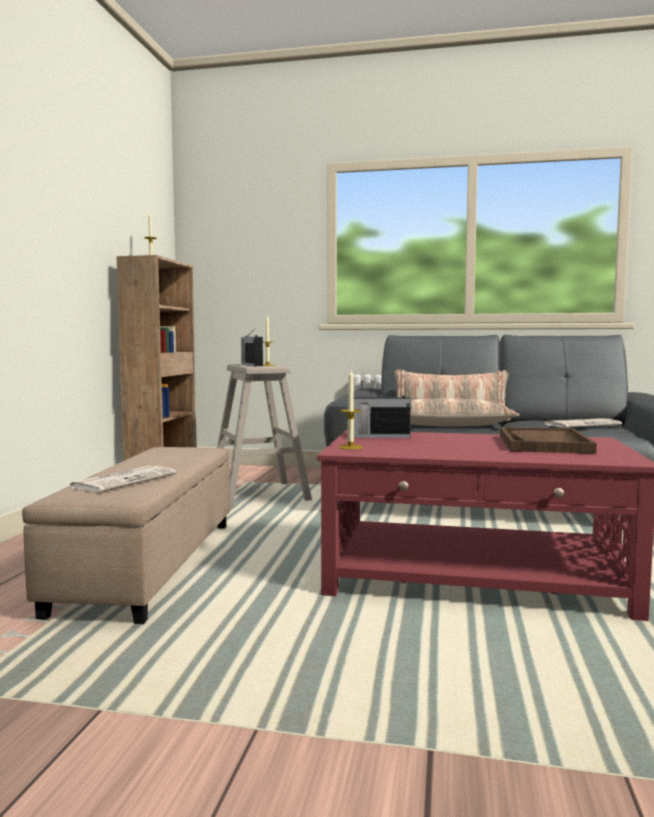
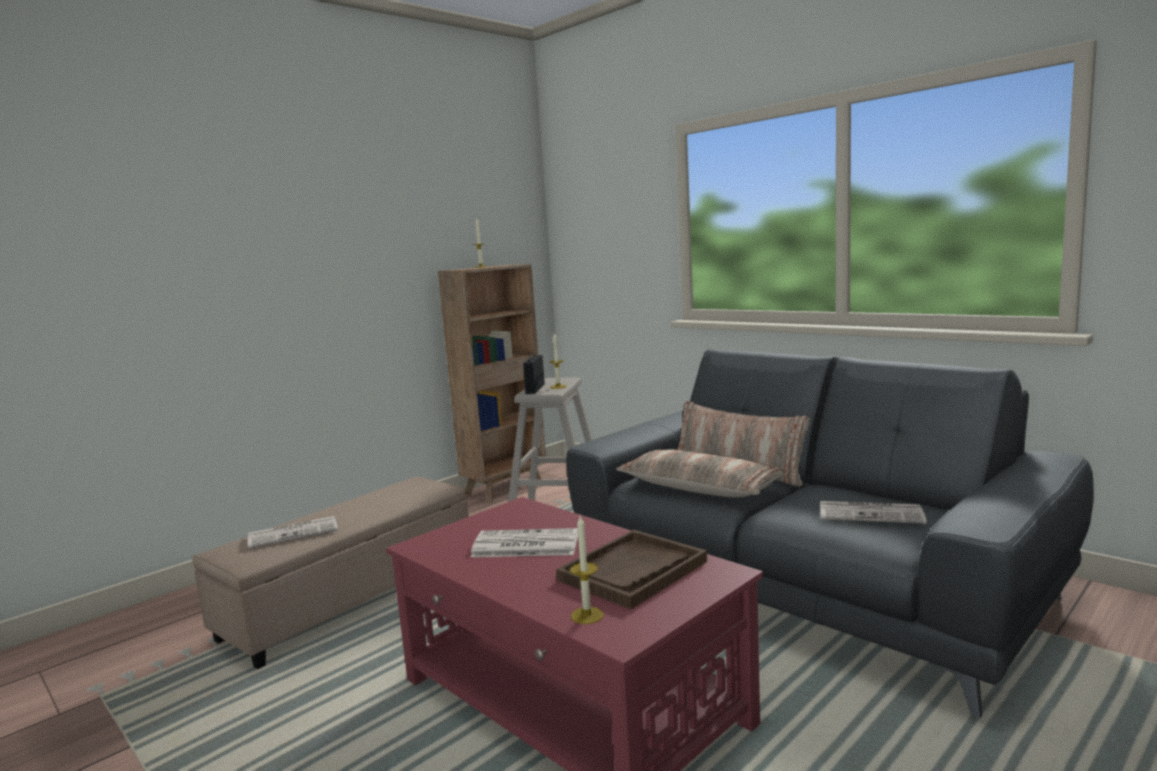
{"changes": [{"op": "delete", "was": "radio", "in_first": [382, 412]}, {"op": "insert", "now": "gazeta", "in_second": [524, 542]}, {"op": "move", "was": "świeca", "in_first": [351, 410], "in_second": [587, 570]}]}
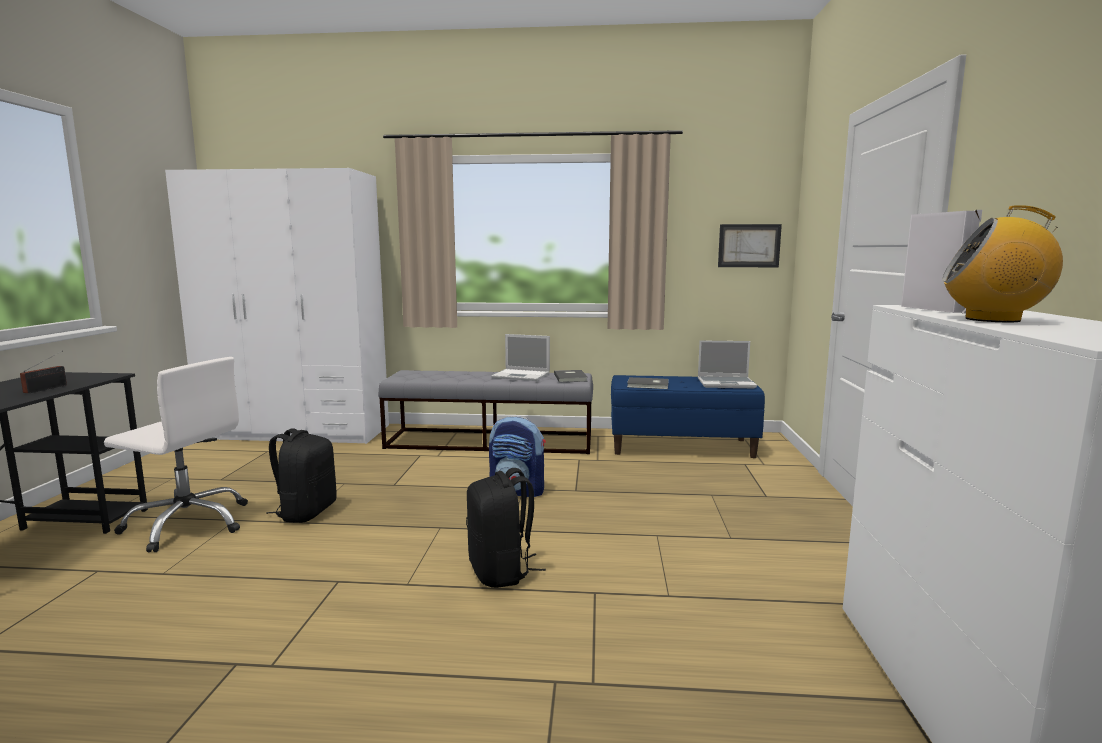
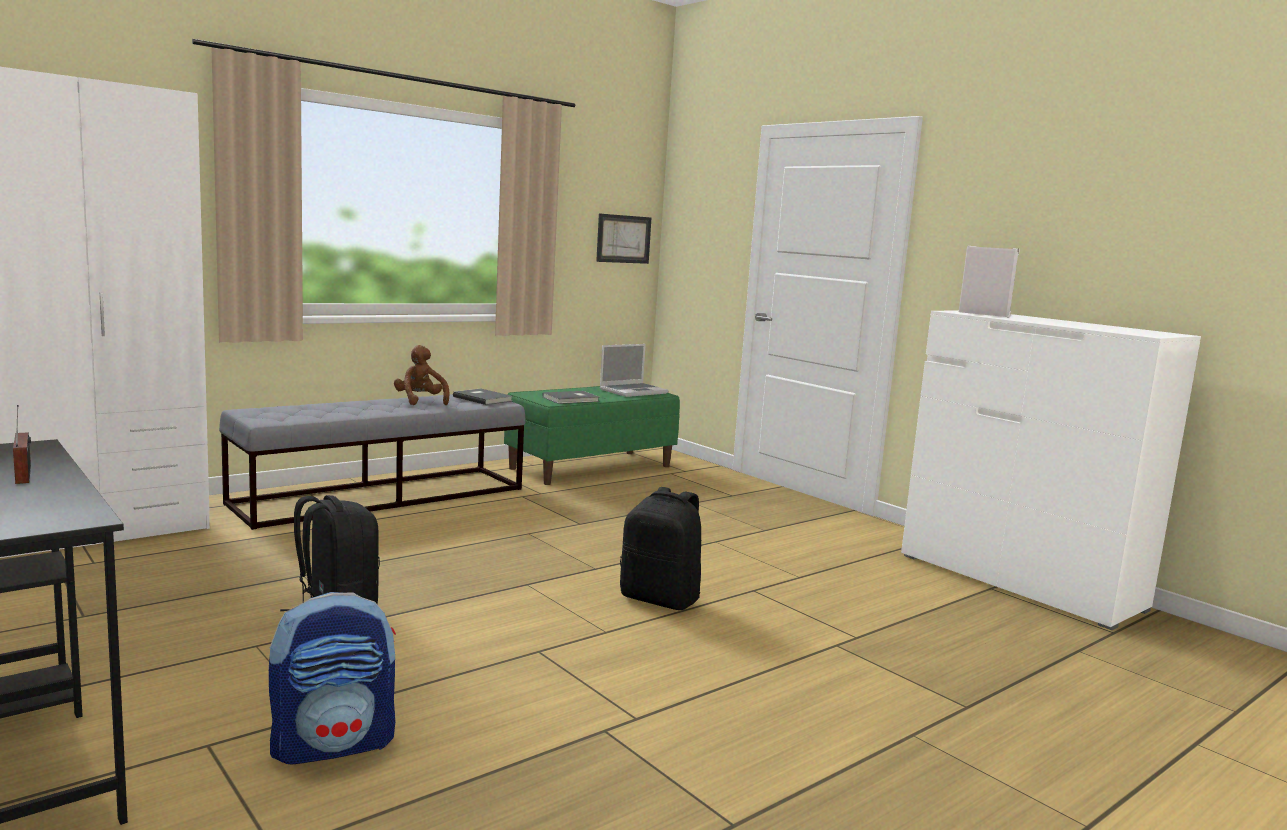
{"changes": [{"op": "delete", "was": "krzesło biurowe (biały)", "in_first": [176, 454]}, {"op": "delete", "was": "radio", "in_first": [1002, 263]}, {"op": "move", "was": "plecak", "in_first": [517, 456], "in_second": [332, 678]}, {"op": "replace", "was": "laptop", "now": "pluszak (brązowy)", "in_first": [520, 357], "in_second": [421, 375]}, {"op": "recolor", "was": "ławka (niebieski)", "now": "ławka (zielony)", "in_first": [688, 416], "in_second": [592, 435]}]}
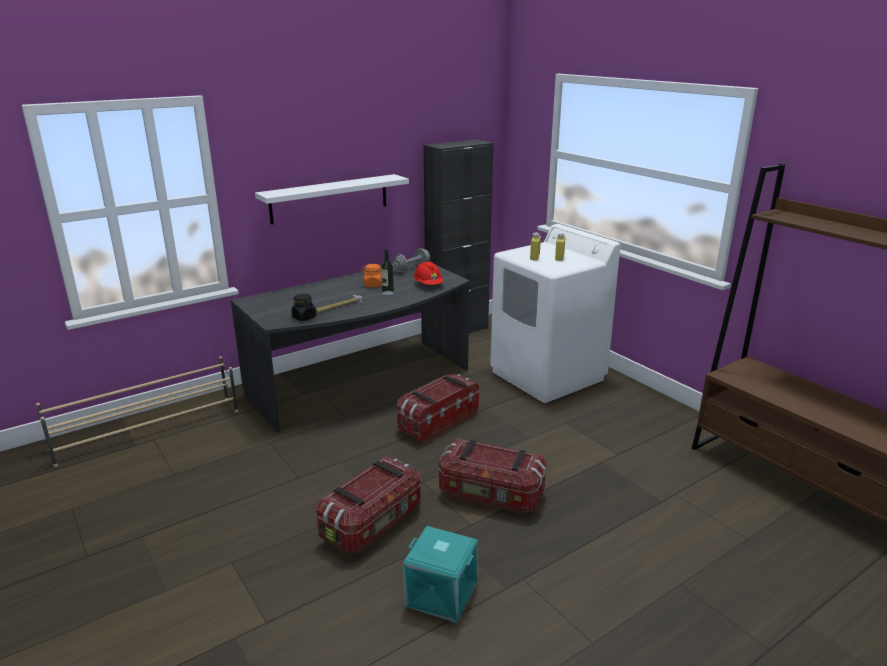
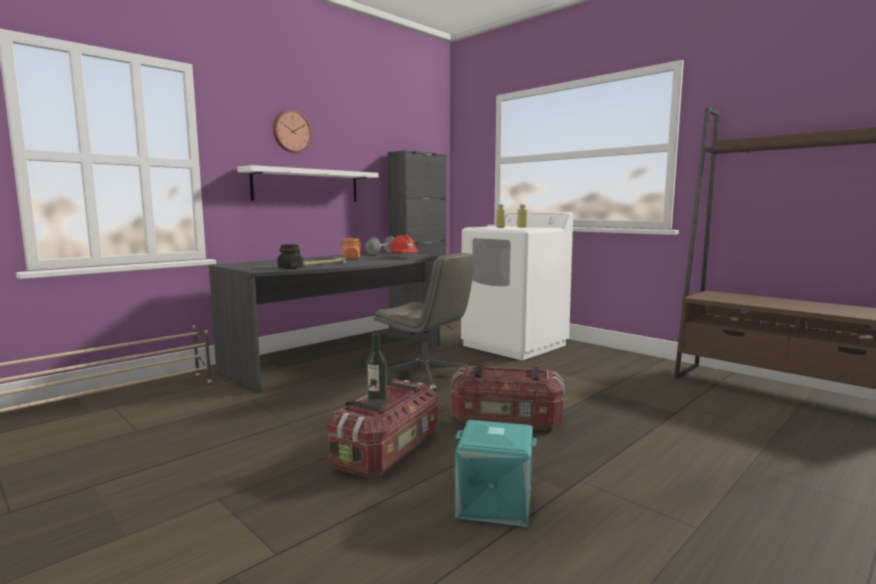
{"changes": [{"op": "insert", "now": "zegar ścienny", "in_second": [292, 131]}, {"op": "move", "was": "butelka", "in_first": [387, 272], "in_second": [377, 369]}, {"op": "replace", "was": "pojemnik do przechowywania", "now": "krzesło biurowe (szary)", "in_first": [438, 409], "in_second": [424, 322]}]}
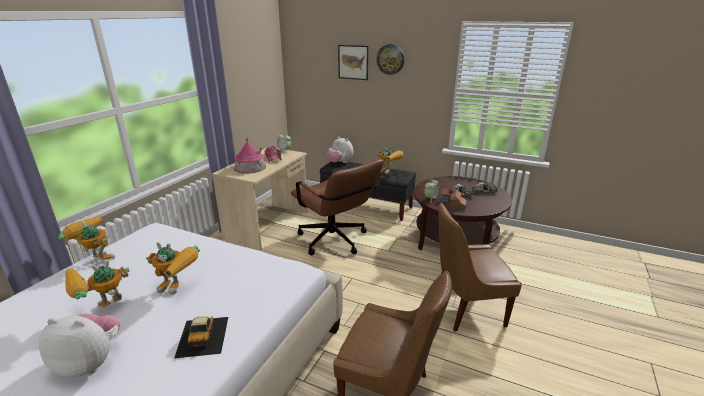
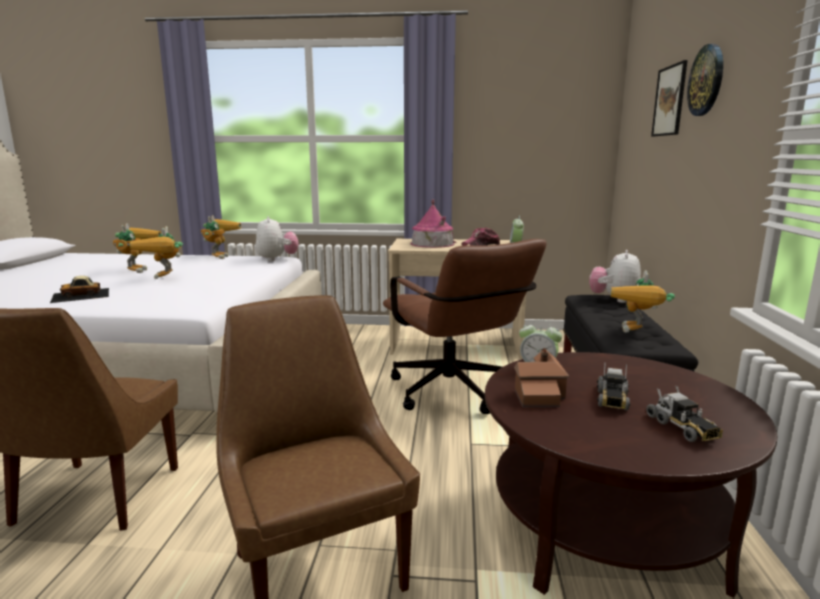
{"changes": [{"op": "move", "was": "pluszak", "in_first": [79, 345], "in_second": [277, 238]}, {"op": "rotate", "was": "robot zabawkowy", "in_first": [97, 283], "in_second": [137, 248], "clockwise": 60}, {"op": "rotate", "was": "krzesło biurowe (brązowy)", "in_first": [337, 207], "in_second": [465, 326], "clockwise": -60}]}
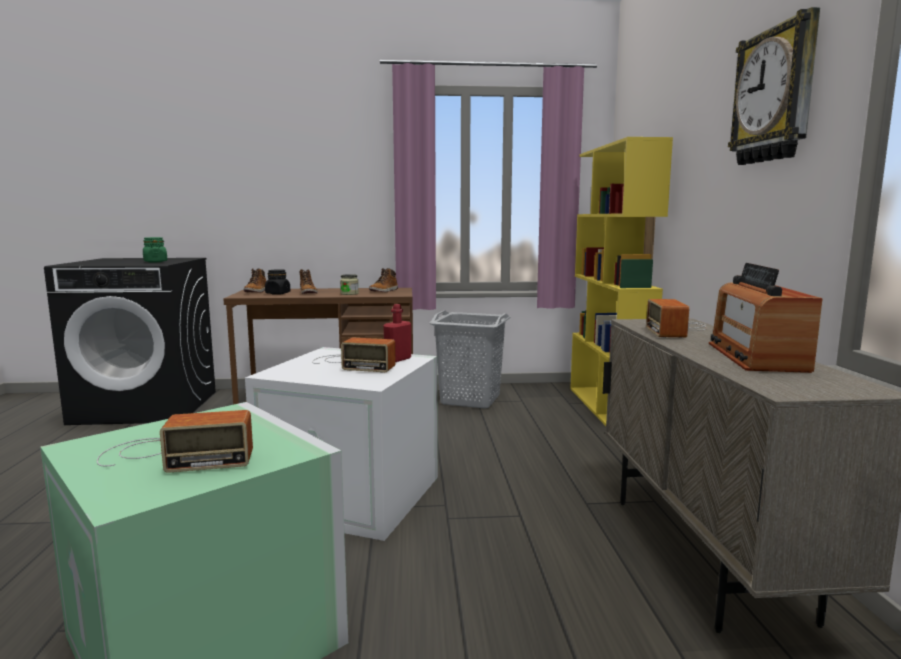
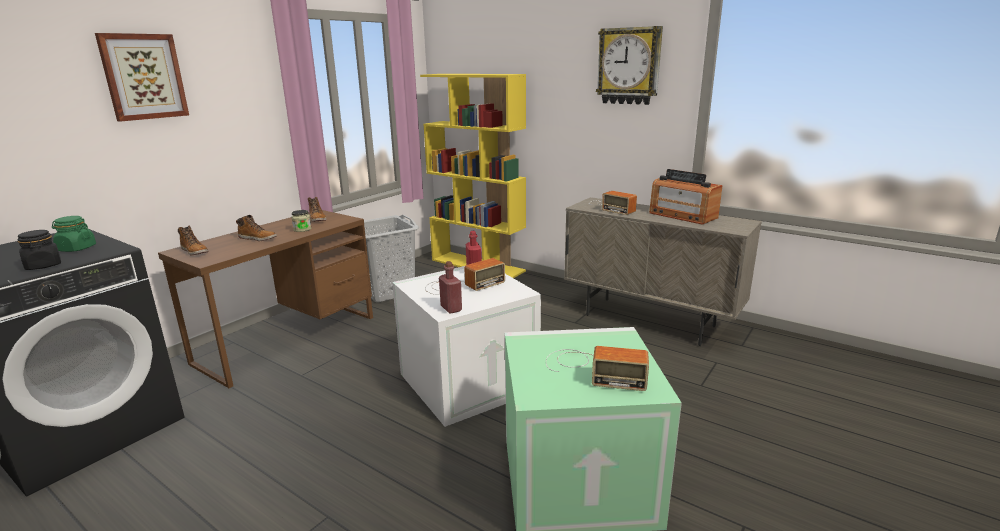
{"changes": [{"op": "insert", "now": "obraz", "in_second": [142, 77]}, {"op": "insert", "now": "butelka (czerwony)", "in_second": [450, 287]}, {"op": "move", "was": "słoik (czarny)", "in_first": [277, 282], "in_second": [39, 250]}, {"op": "rotate", "was": "radio", "in_first": [175, 441], "in_second": [597, 368], "clockwise": 75}]}
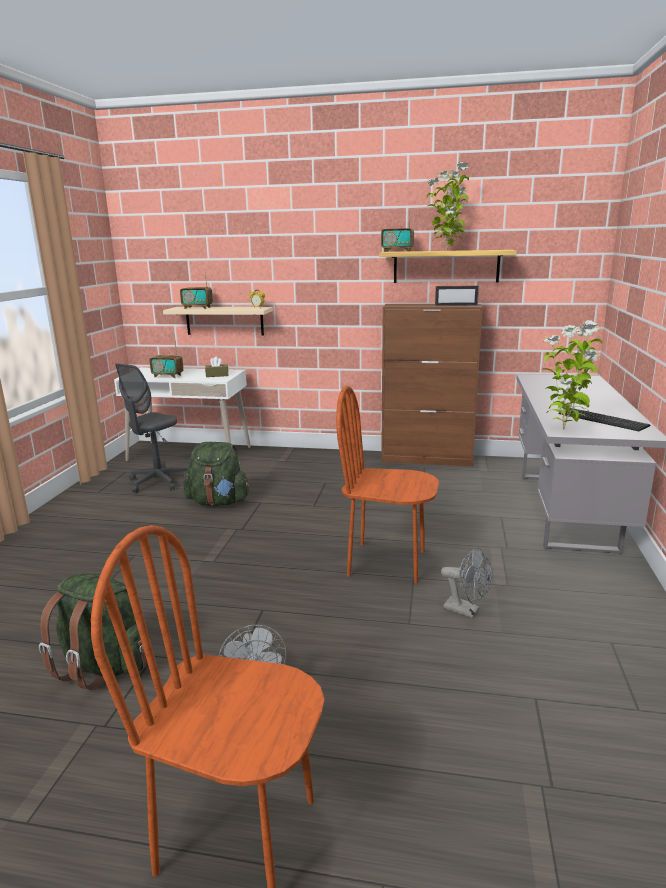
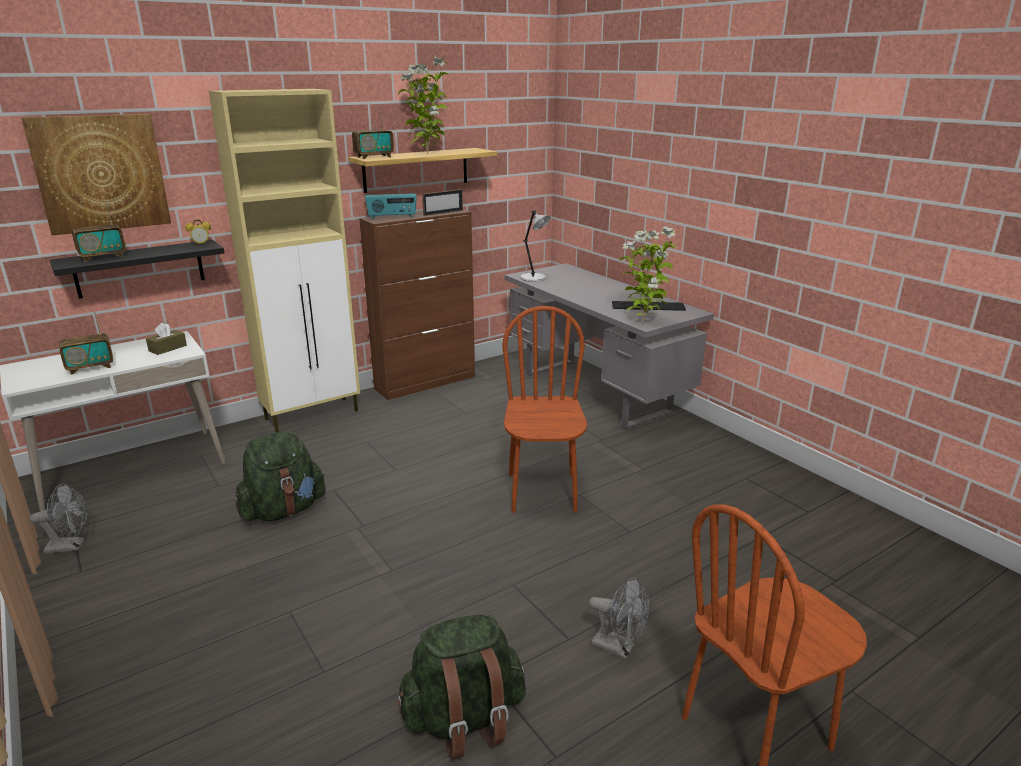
{"changes": [{"op": "delete", "was": "krzesło biurowe (szary)", "in_first": [151, 428]}, {"op": "insert", "now": "obraz", "in_second": [96, 174]}, {"op": "insert", "now": "szafka (beżowy)", "in_second": [284, 260]}, {"op": "insert", "now": "radio", "in_second": [391, 206]}, {"op": "insert", "now": "lampa stołowa (szary)", "in_second": [535, 246]}, {"op": "move", "was": "wentylator (szary)", "in_first": [466, 583], "in_second": [58, 519]}, {"op": "recolor", "was": "półka (beżowy)", "now": "półka (czarny)", "in_first": [218, 321], "in_second": [137, 269]}, {"op": "rotate", "was": "krzesło (brązowy)", "in_first": [387, 484], "in_second": [544, 409], "clockwise": 120}]}
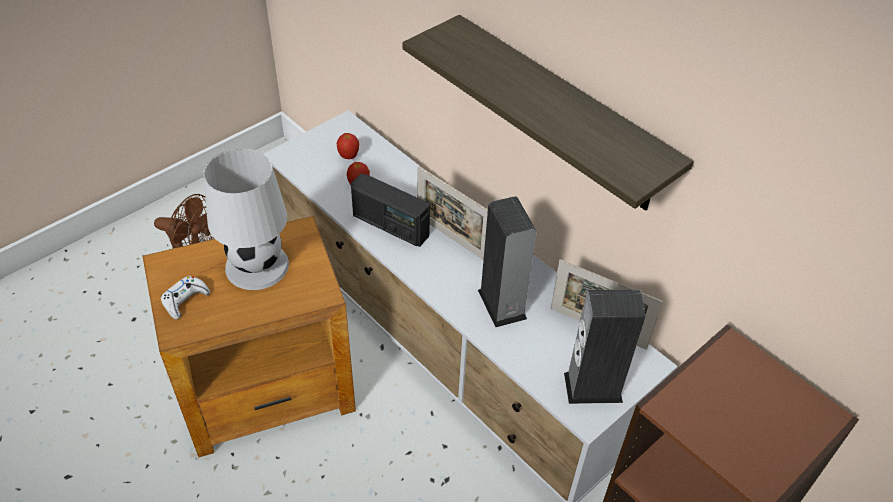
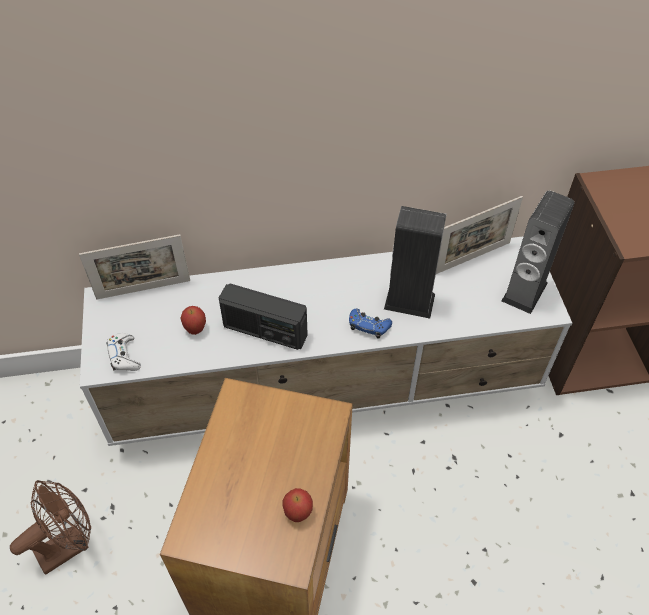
{"changes": [{"op": "delete", "was": "lampa stołowa (biały)", "in_first": [246, 219]}, {"op": "delete", "was": "półka", "in_first": [548, 113]}, {"op": "insert", "now": "pad do gier (niebieski)", "in_second": [370, 324]}, {"op": "move", "was": "pad do gier (biały)", "in_first": [185, 297], "in_second": [124, 352]}, {"op": "move", "was": "jabłko", "in_first": [348, 146], "in_second": [297, 505]}, {"op": "move", "was": "ramka na zdjęcie", "in_first": [452, 213], "in_second": [134, 266]}, {"op": "rotate", "was": "radio", "in_first": [390, 210], "in_second": [263, 316], "clockwise": 45}]}
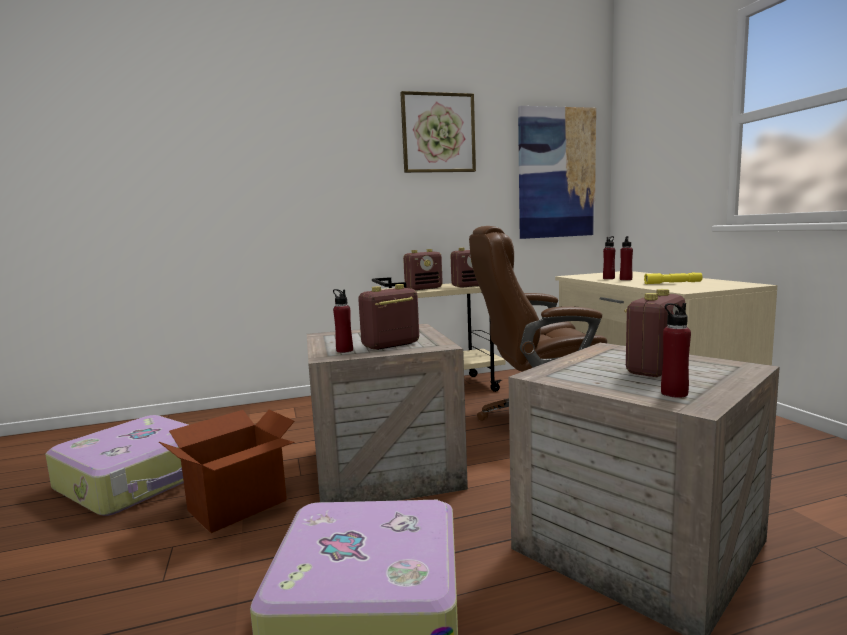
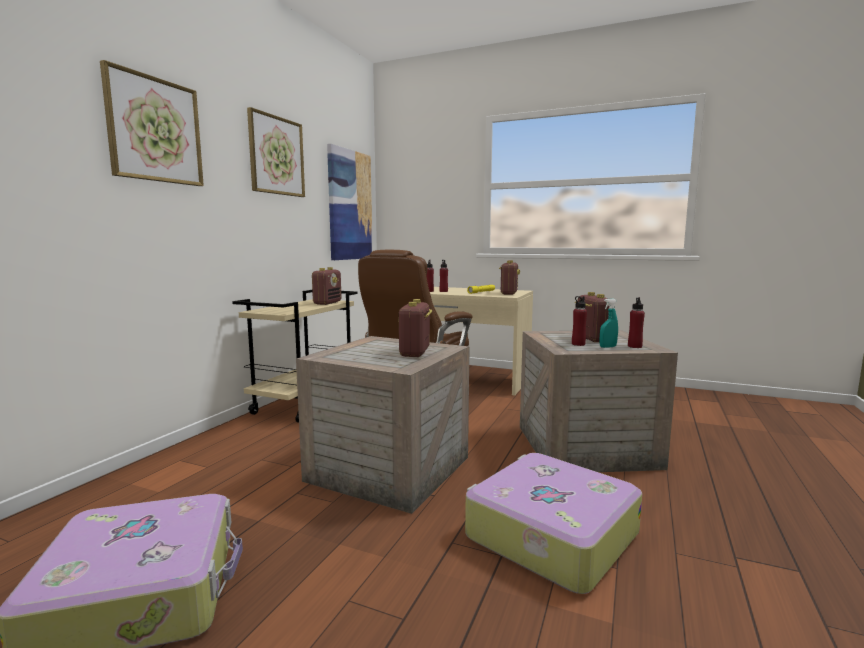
{"changes": [{"op": "delete", "was": "karton", "in_first": [227, 471]}, {"op": "insert", "now": "obraz", "in_second": [152, 123]}, {"op": "insert", "now": "spryskiwacz (turkusowy)", "in_second": [609, 323]}, {"op": "move", "was": "butelka (czerwony)", "in_first": [343, 321], "in_second": [579, 321]}, {"op": "move", "was": "radio", "in_first": [423, 269], "in_second": [509, 277]}]}
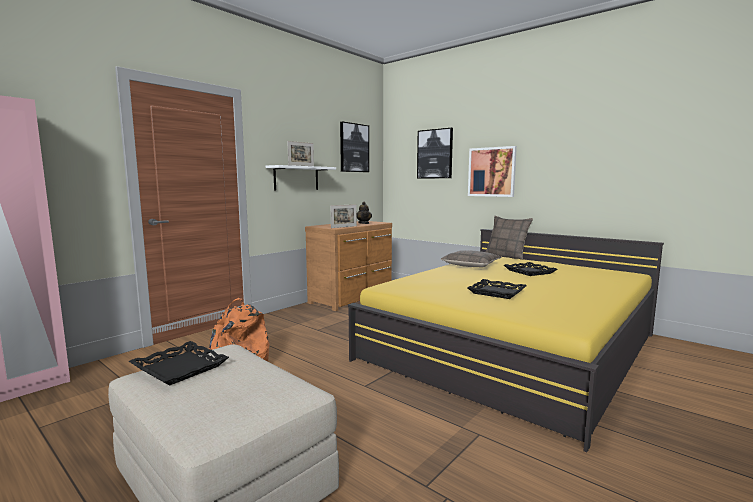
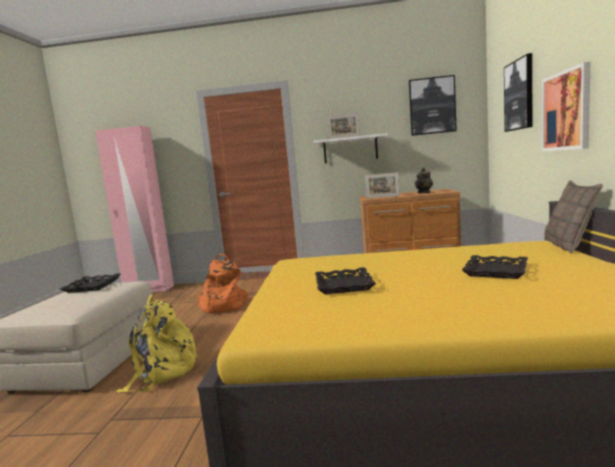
{"changes": [{"op": "delete", "was": "poduszka", "in_first": [471, 258]}, {"op": "insert", "now": "plecak (żółty)", "in_second": [157, 343]}]}
